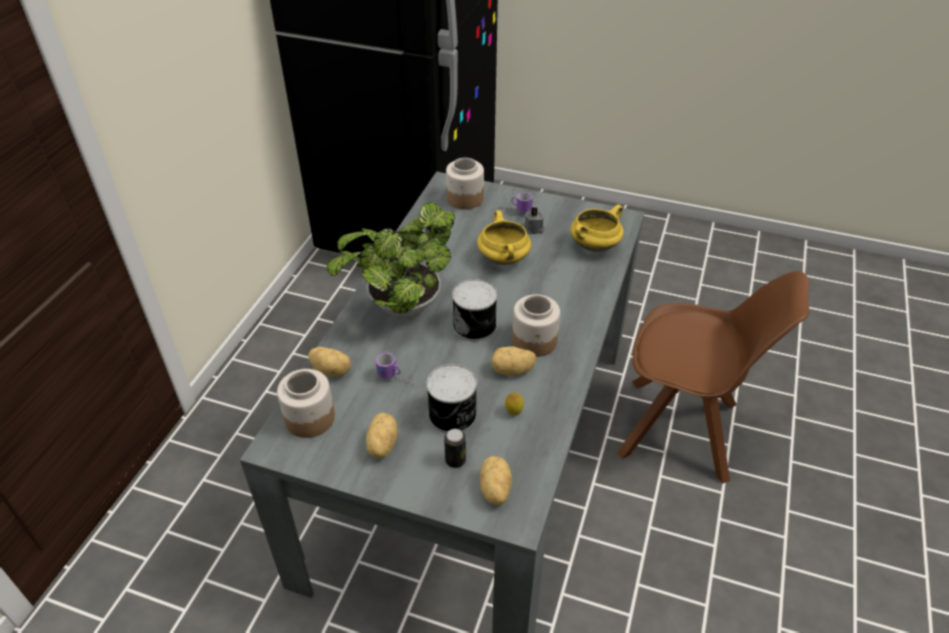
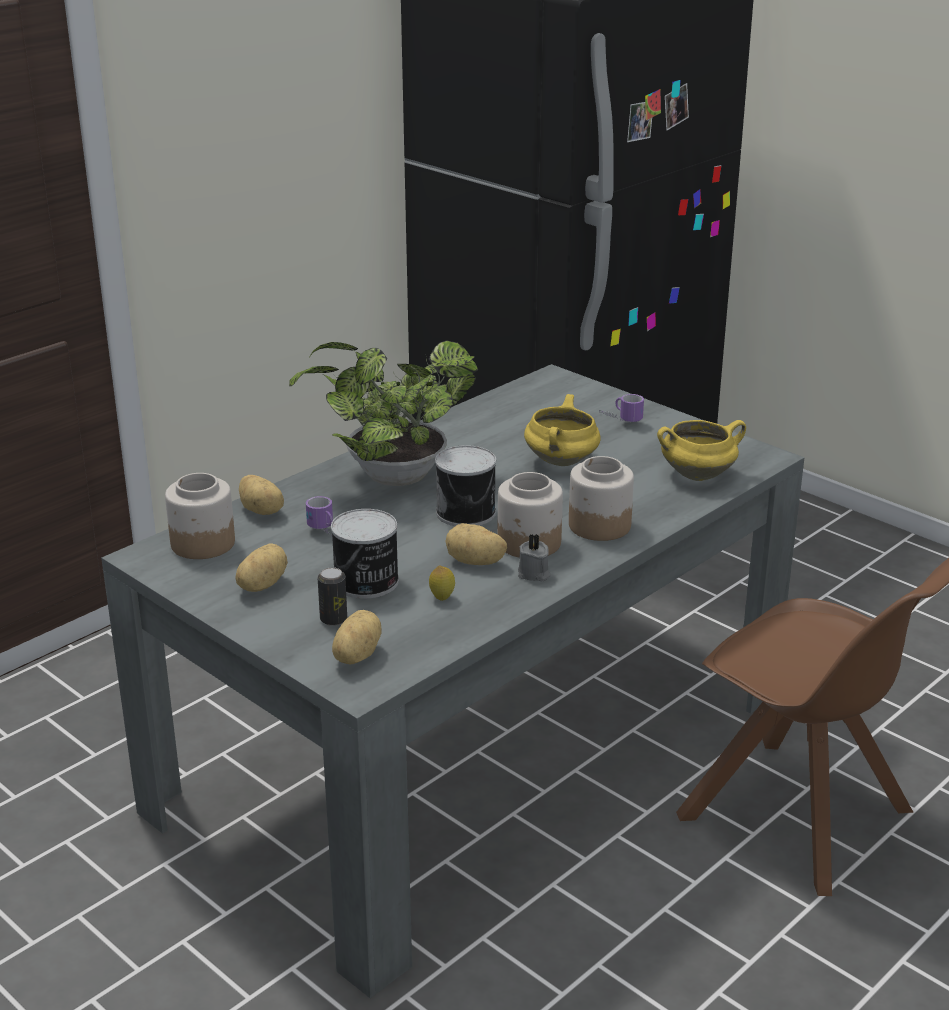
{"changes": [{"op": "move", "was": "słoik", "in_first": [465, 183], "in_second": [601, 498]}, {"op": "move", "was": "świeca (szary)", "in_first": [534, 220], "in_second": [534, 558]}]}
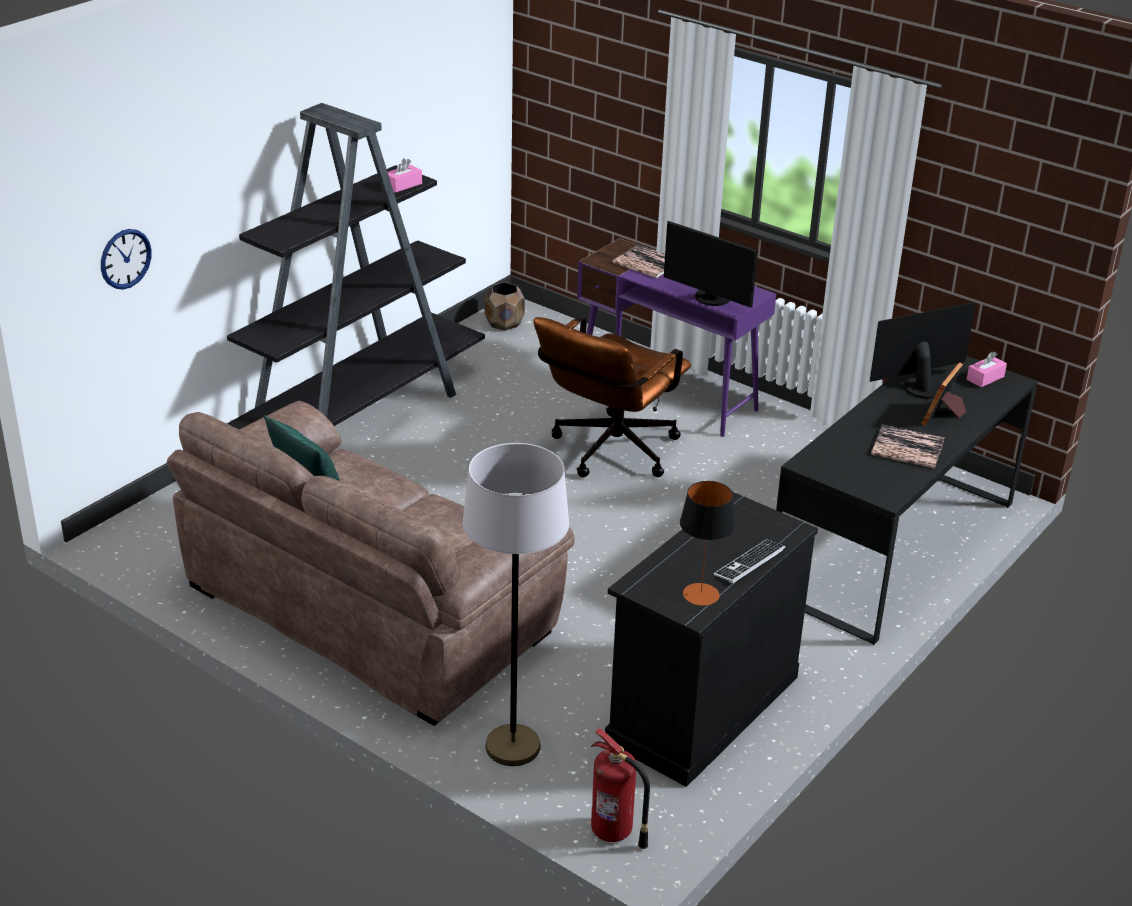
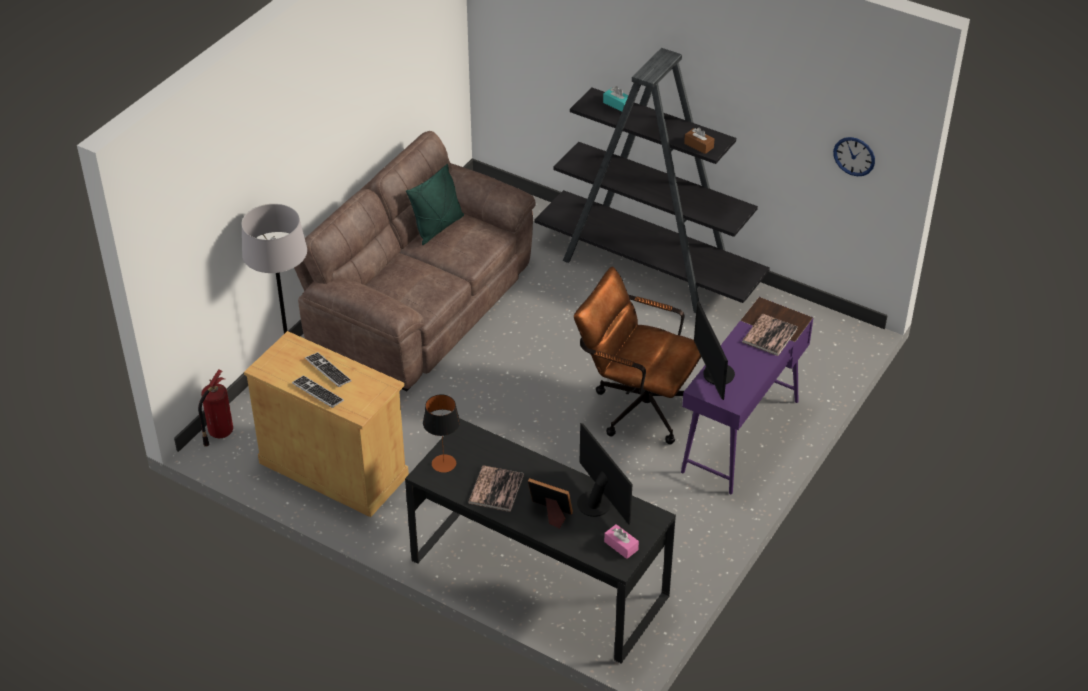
{"changes": [{"op": "delete", "was": "donica (brązowy)", "in_first": [504, 306]}, {"op": "insert", "now": "klawiatura", "in_second": [328, 369]}, {"op": "insert", "now": "pudełko chusteczek (turkusowy)", "in_second": [616, 99]}, {"op": "move", "was": "zegar ścienny", "in_first": [126, 259], "in_second": [854, 156]}, {"op": "move", "was": "lampa stołowa", "in_first": [707, 543], "in_second": [441, 434]}, {"op": "recolor", "was": "pudełko chusteczek (różowy)", "now": "pudełko chusteczek (brązowy)", "in_first": [405, 175], "in_second": [699, 140]}, {"op": "recolor", "was": "szafka (czarny)", "now": "szafka (beżowy)", "in_first": [711, 639], "in_second": [326, 424]}, {"op": "rotate", "was": "monitor", "in_first": [711, 264], "in_second": [714, 350], "clockwise": -45}]}
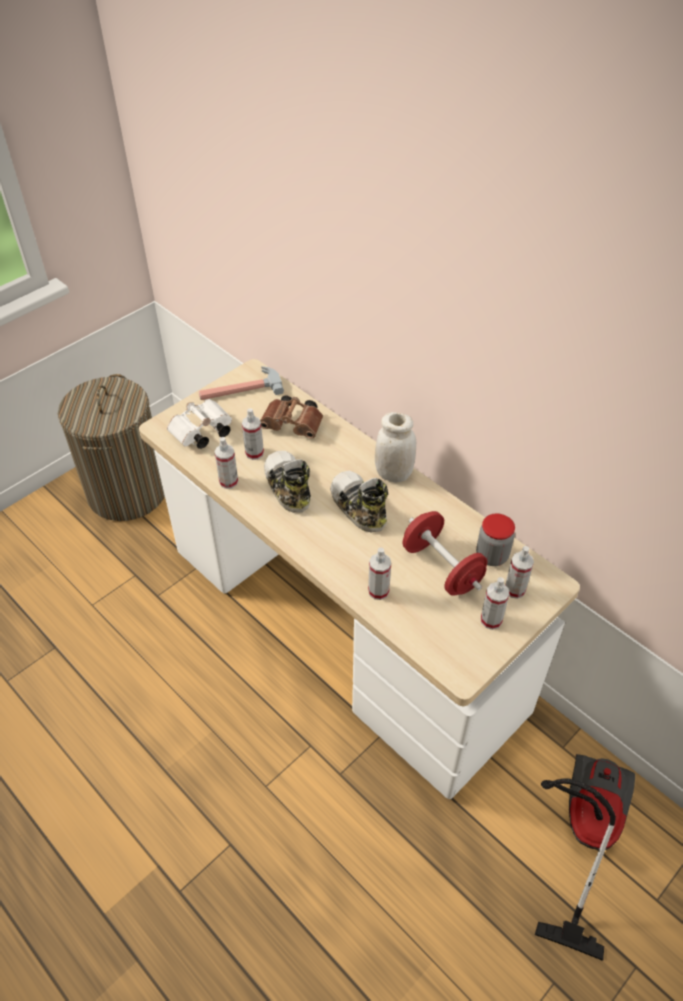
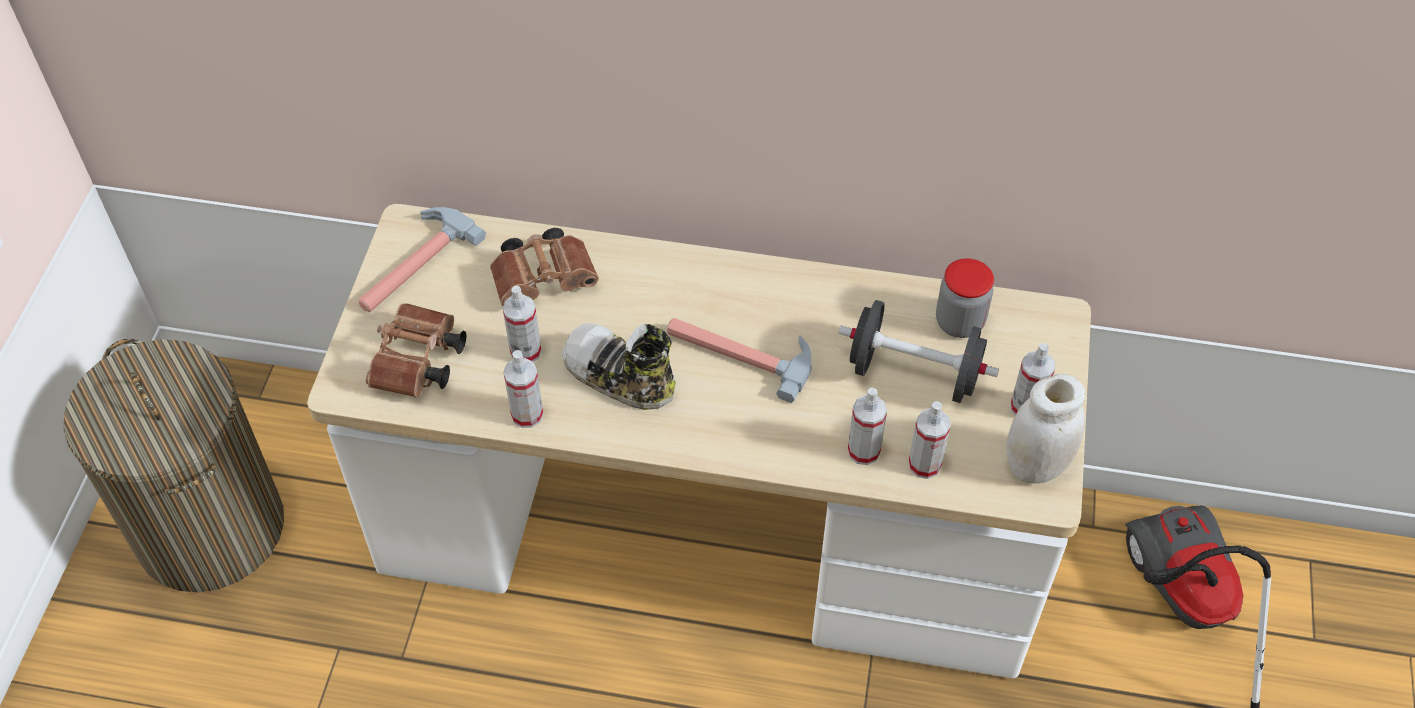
{"changes": [{"op": "move", "was": "słoik (biały)", "in_first": [395, 447], "in_second": [1046, 429]}, {"op": "move", "was": "spryskiwacz", "in_first": [519, 572], "in_second": [929, 440]}, {"op": "replace", "was": "but", "now": "młotek", "in_first": [359, 502], "in_second": [739, 360]}, {"op": "recolor", "was": "lornetka (biały)", "now": "lornetka (brązowy)", "in_first": [199, 424], "in_second": [416, 350]}, {"op": "recolor", "was": "hantel (czerwony)", "now": "hantel (czarny)", "in_first": [445, 553], "in_second": [918, 351]}]}
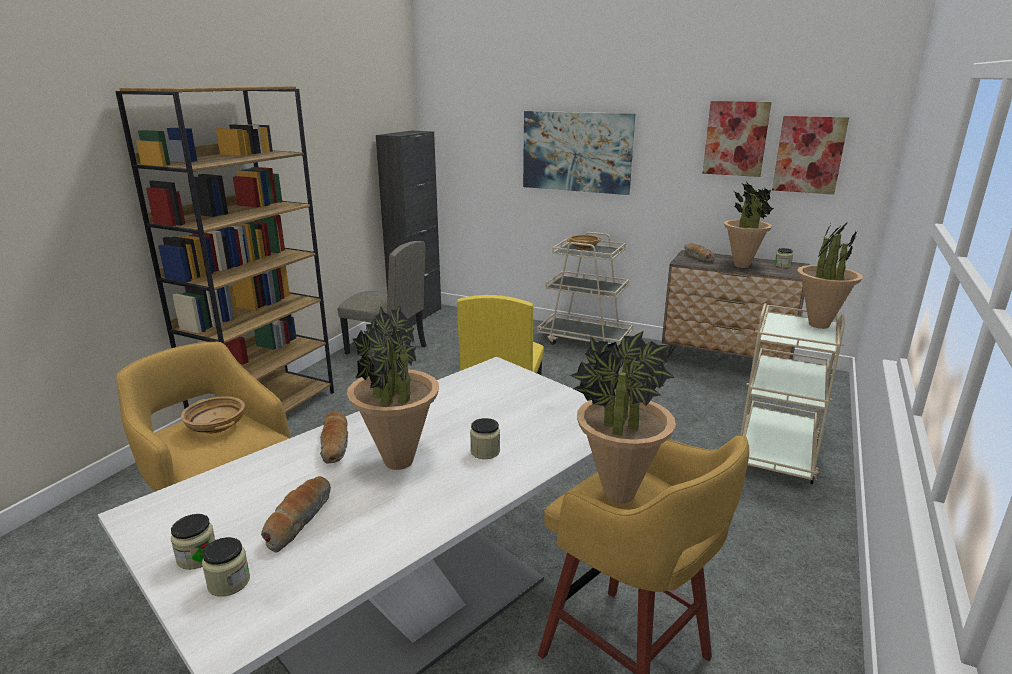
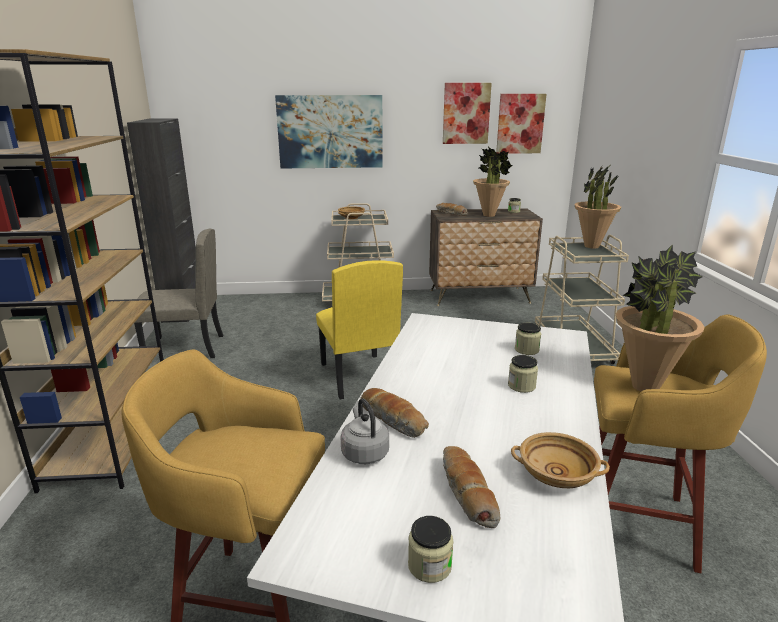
{"changes": [{"op": "delete", "was": "roślina doniczkowa", "in_first": [393, 387]}, {"op": "insert", "now": "czajnik (szary)", "in_second": [364, 431]}, {"op": "move", "was": "miska (beżowy)", "in_first": [213, 415], "in_second": [560, 460]}, {"op": "move", "was": "słoik", "in_first": [226, 567], "in_second": [528, 339]}]}
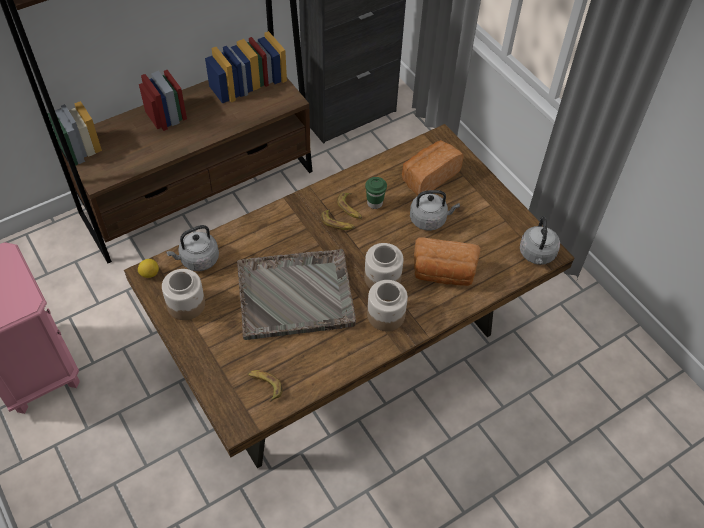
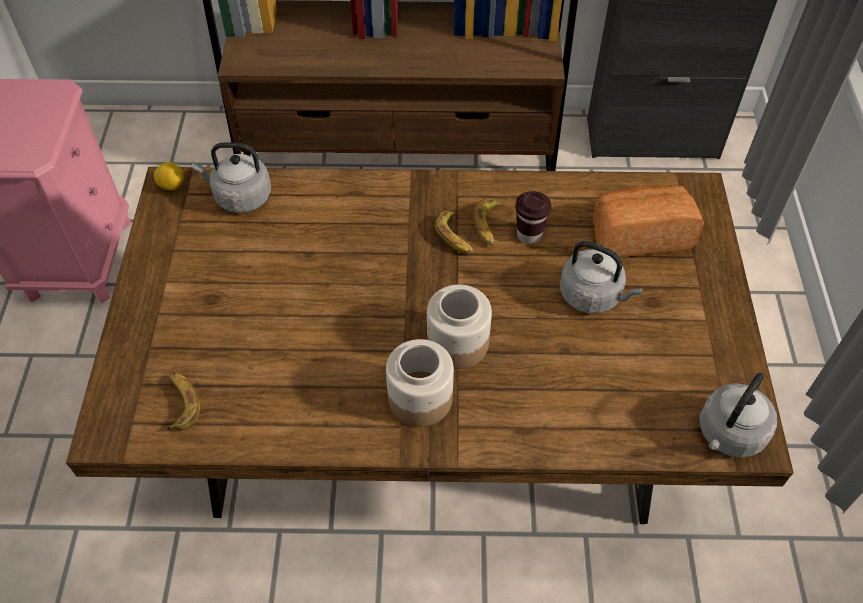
{"changes": [{"op": "delete", "was": "słoik", "in_first": [183, 294]}, {"op": "delete", "was": "taca (szary)", "in_first": [296, 294]}, {"op": "delete", "was": "chleb", "in_first": [447, 261]}, {"op": "recolor", "was": "filiżanka (zielony)", "now": "filiżanka (brązowy)", "in_first": [376, 193], "in_second": [533, 217]}]}
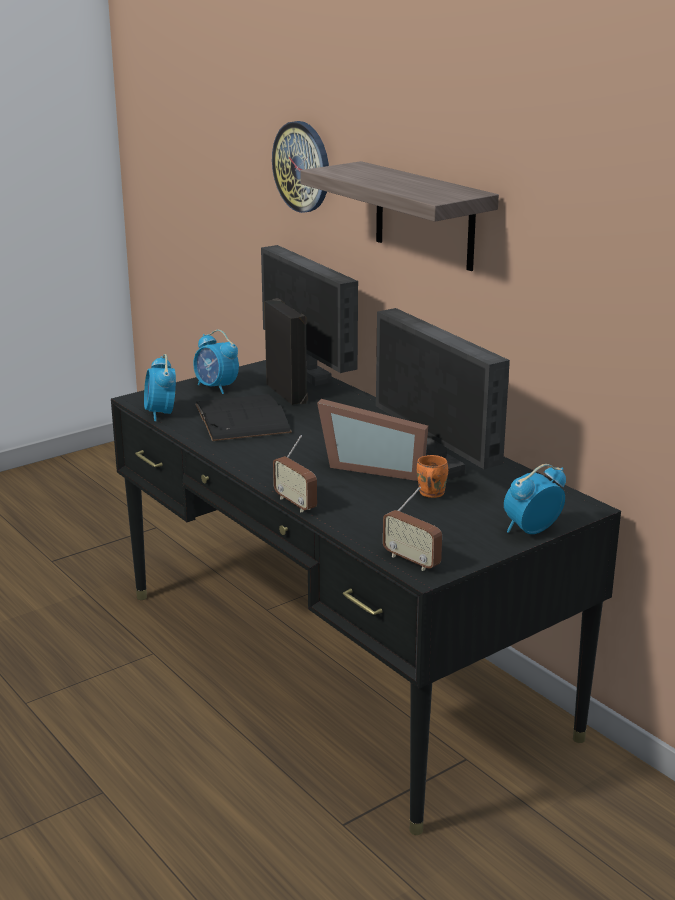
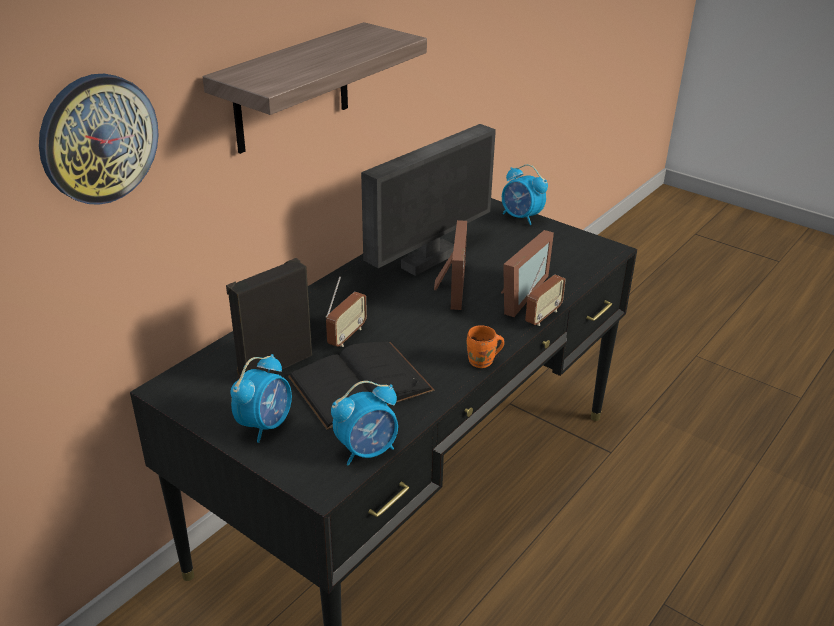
{"changes": [{"op": "delete", "was": "monitor", "in_first": [309, 315]}, {"op": "insert", "now": "ramka na zdjęcie", "in_second": [527, 273]}, {"op": "move", "was": "radio", "in_first": [412, 529], "in_second": [346, 311]}, {"op": "move", "was": "kubek (pomarańczowy)", "in_first": [432, 476], "in_second": [486, 346]}]}
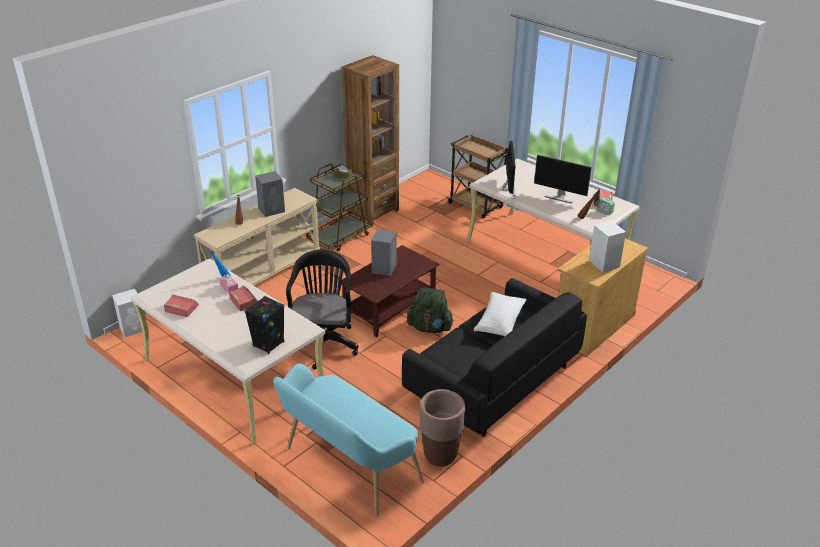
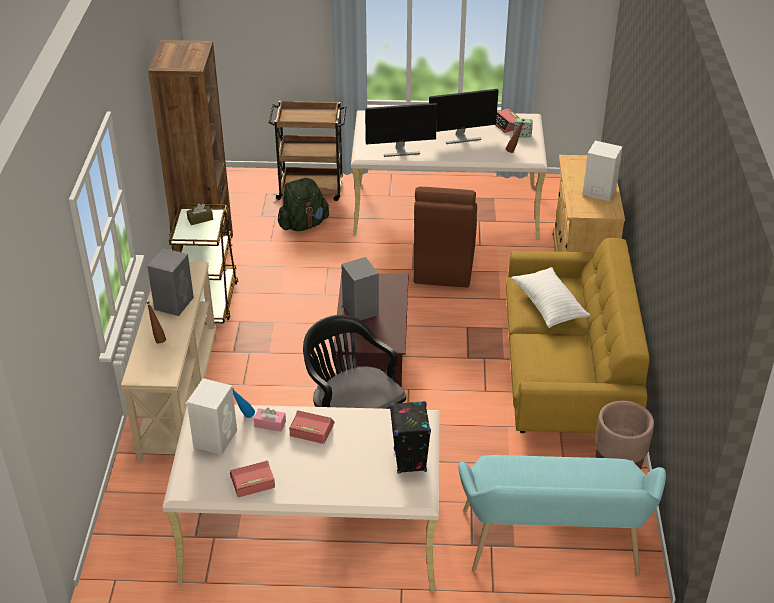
{"changes": [{"op": "insert", "now": "krzesło (brązowy)", "in_second": [445, 237]}, {"op": "move", "was": "głośnik (biały)", "in_first": [127, 313], "in_second": [212, 416]}, {"op": "move", "was": "plecak (zielony)", "in_first": [430, 310], "in_second": [303, 204]}, {"op": "recolor", "was": "kanapa (czarny)", "now": "kanapa (żółty)", "in_first": [494, 357], "in_second": [578, 335]}, {"op": "rotate", "was": "monitor", "in_first": [509, 168], "in_second": [401, 130], "clockwise": 120}]}
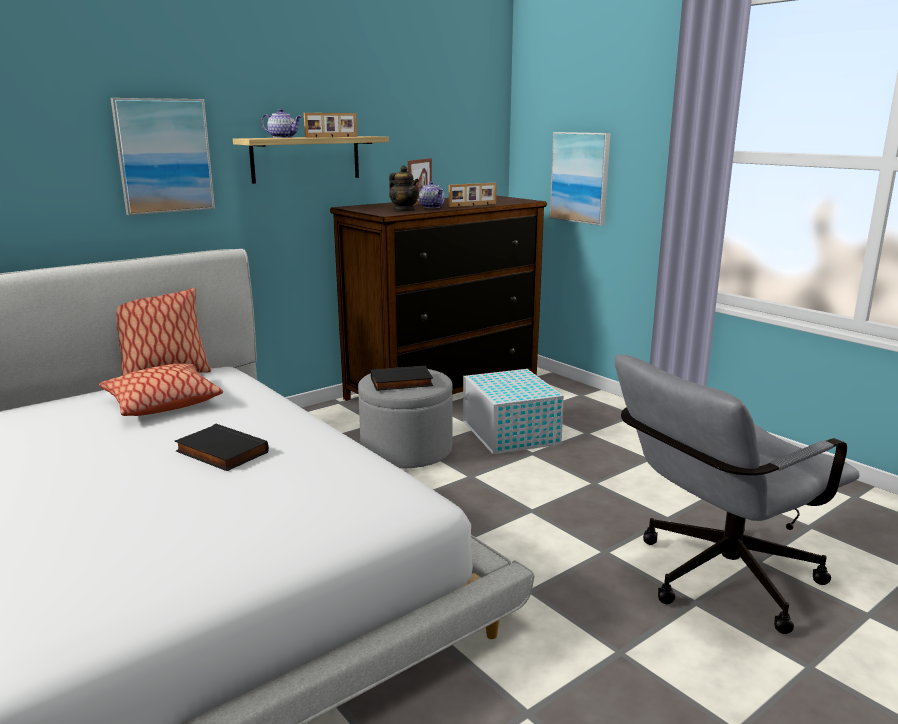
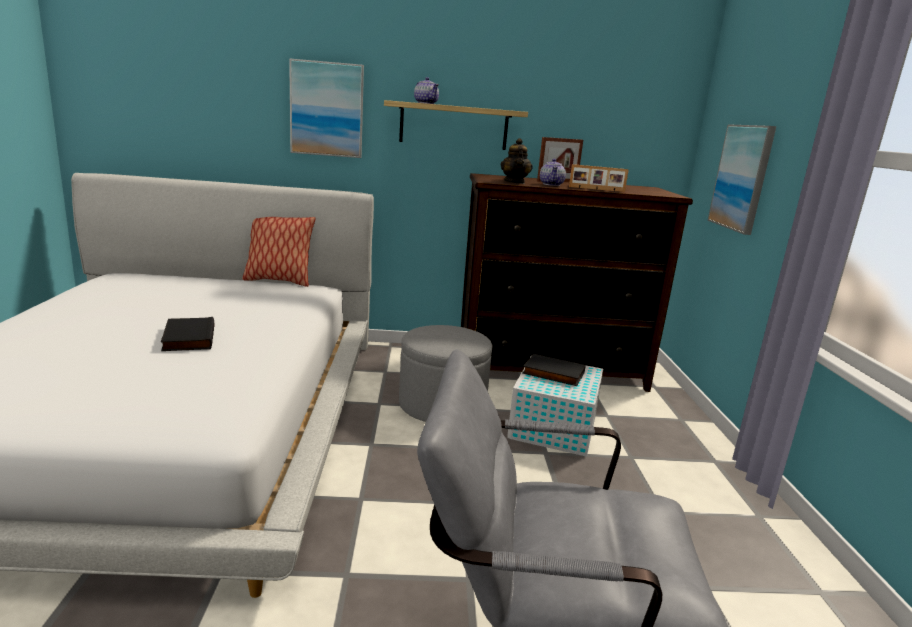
{"changes": [{"op": "delete", "was": "poduszka", "in_first": [161, 390]}, {"op": "delete", "was": "ramka na zdjęcie", "in_first": [330, 125]}, {"op": "move", "was": "książka (czarny)", "in_first": [402, 378], "in_second": [554, 370]}]}
